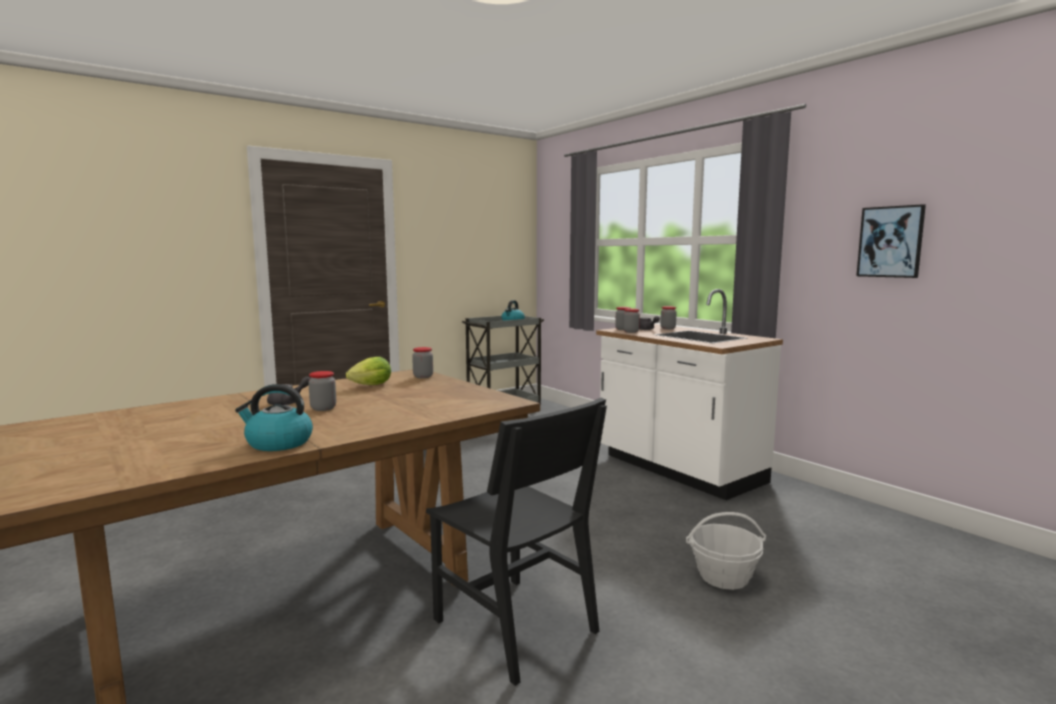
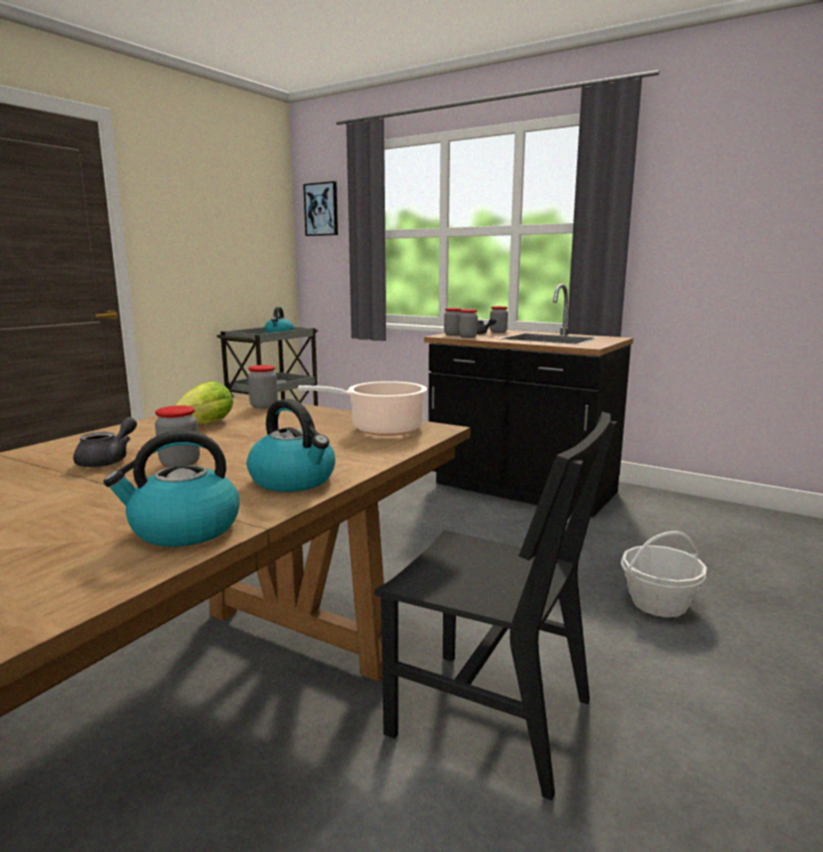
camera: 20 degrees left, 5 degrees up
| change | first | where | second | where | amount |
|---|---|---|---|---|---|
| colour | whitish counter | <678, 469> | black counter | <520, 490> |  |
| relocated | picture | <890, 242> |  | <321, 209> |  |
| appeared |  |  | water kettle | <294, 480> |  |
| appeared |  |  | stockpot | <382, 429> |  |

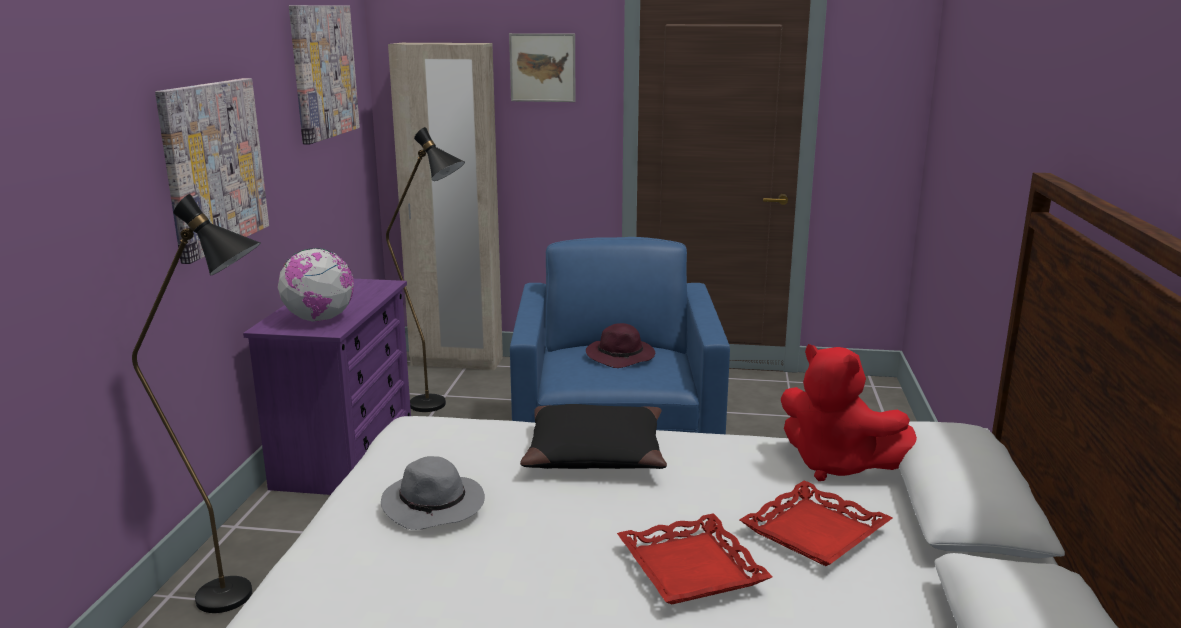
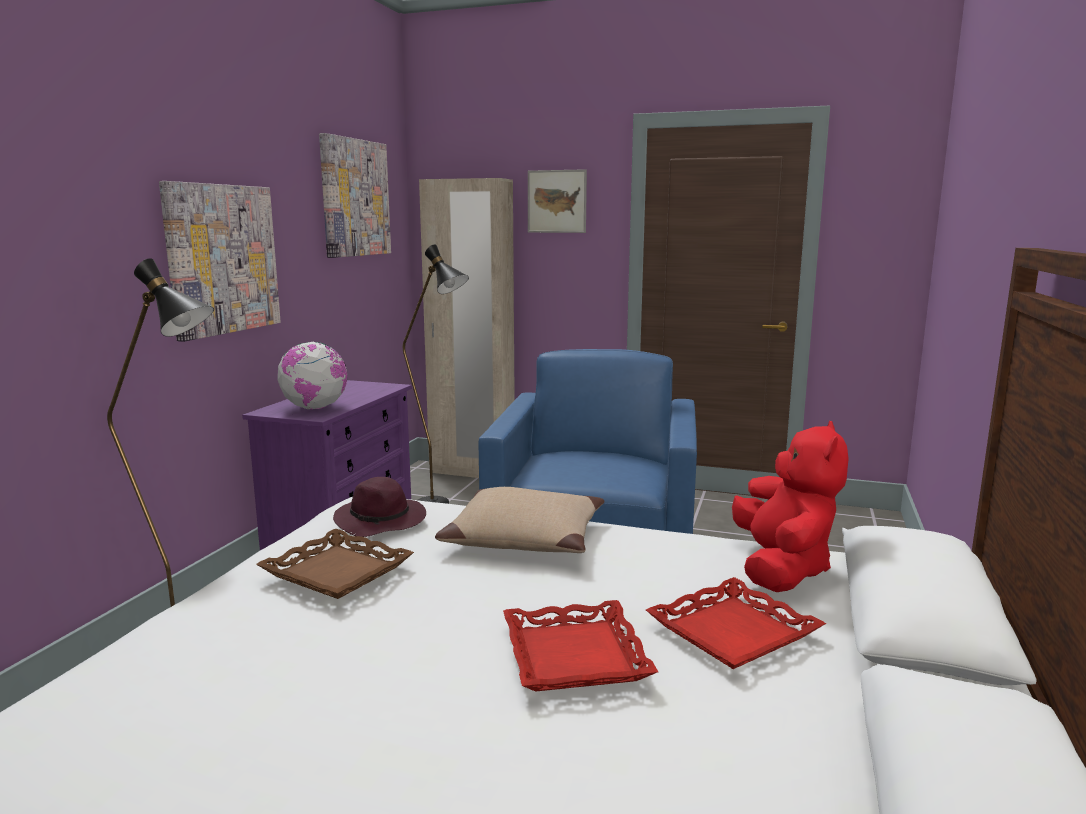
camera: 10 degrees right, 5 degrees down
| change | first | where | second | where | amount |
|---|---|---|---|---|---|
| exchanged | gray clothing hat | <435, 506> | brownish serving tray | <338, 571> |  |
| colour | black throw pillow | <595, 453> | beige throw pillow | <525, 538> |  |
| relocated | purple clothing hat | <621, 357> |  | <381, 521> |  |
| spun | red-coloured plush toy | <836, 466> |  | <781, 568> | 135 degrees counterclockwise |

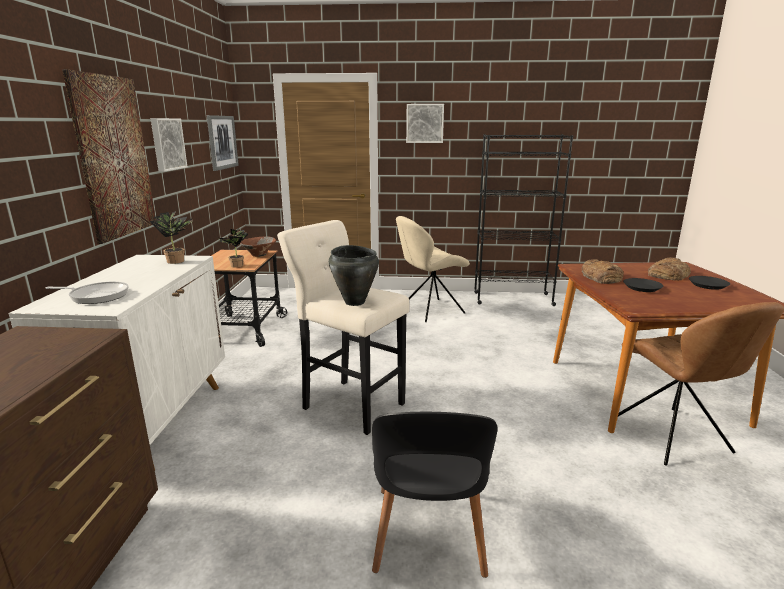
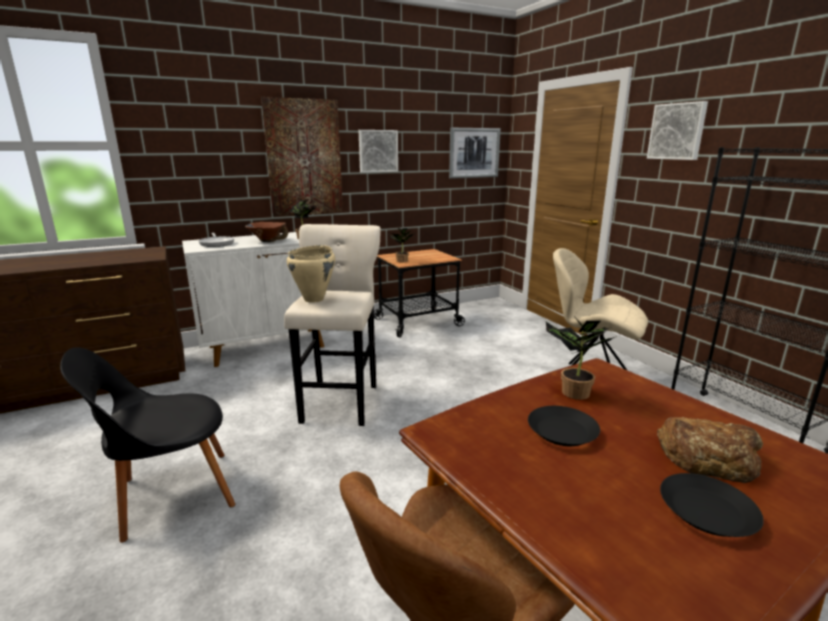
camera: 60 degrees right, 0 degrees up
| change | first | where | second | where | amount |
|---|---|---|---|---|---|
| relocated | brownish serving bowl | <258, 255> |  | <268, 241> |  |
| colour | black stockpot | <355, 302> | beige stockpot | <314, 299> |  |
| exchanged | baked bread | <601, 277> | plant in a pot | <571, 393> |  |

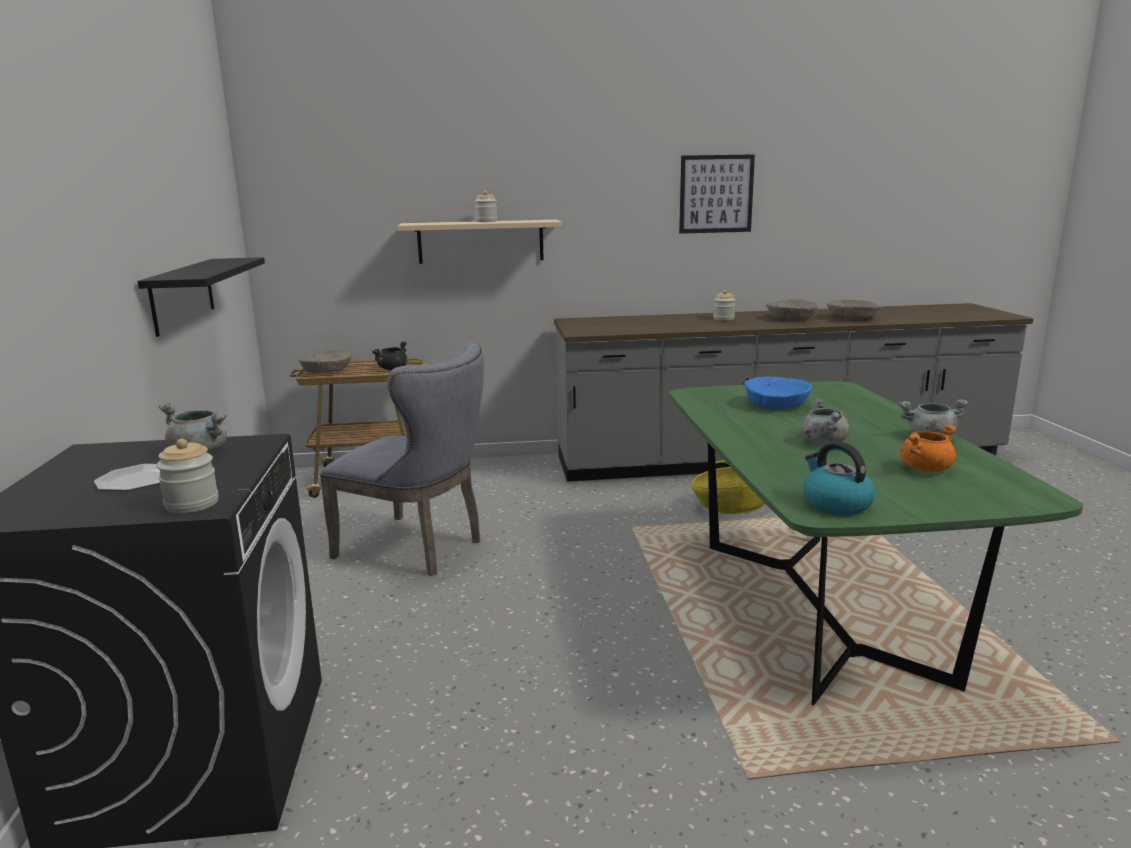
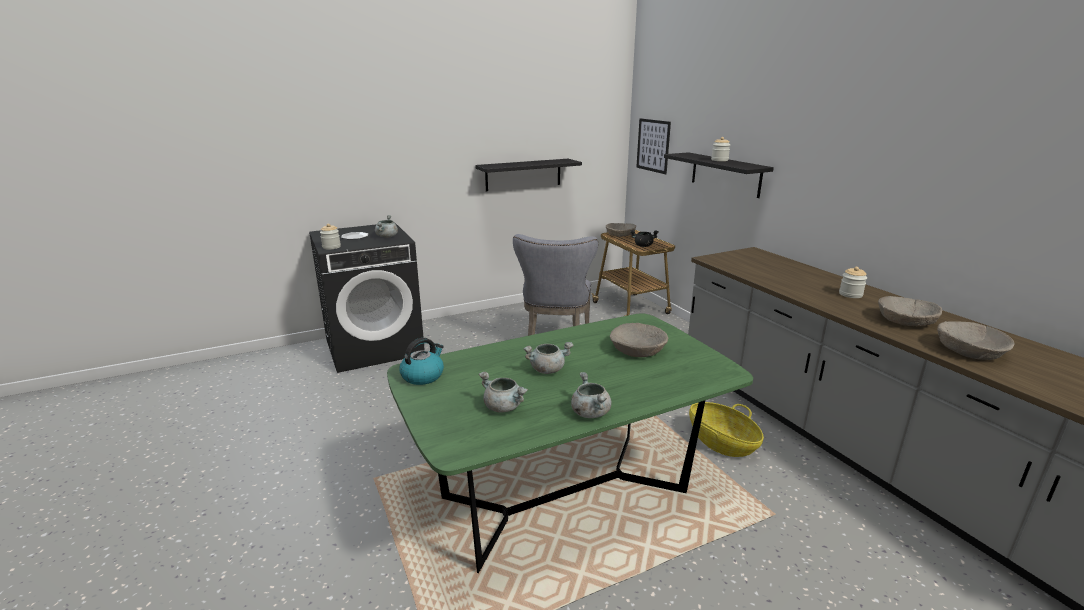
camera: 70 degrees right, 5 degrees up
| change | first | where | second | where | amount |
|---|---|---|---|---|---|
| colour | beige bracket shelf | <480, 241> | black bracket shelf | <725, 174> |  |
| relocated | picture | <716, 194> |  | <653, 145> |  |
| colour | blue serving bowl | <776, 404> | beige serving bowl | <638, 350> |  |
| colour | orange stockpot | <925, 468> | gray stockpot | <504, 407> |  |

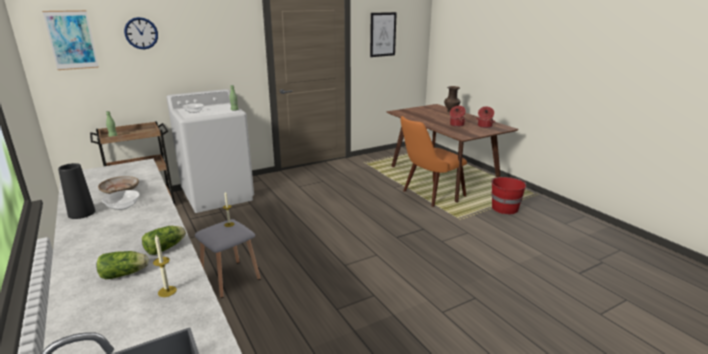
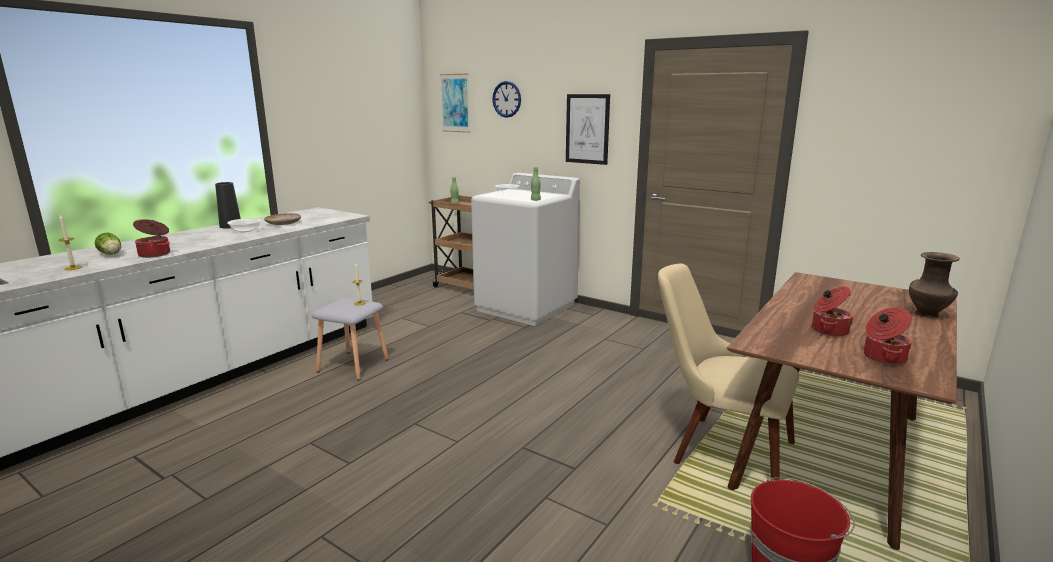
camera: 65 degrees right, 5 degrees down
| change | first | where | second | where | amount |
|---|---|---|---|---|---|
| exchanged | lettuce head | <167, 247> | stockpot | <155, 254> |  |
| relocated | picture | <383, 34> |  | <587, 129> |  |
| colour | orange chair | <428, 195> | beige chair | <717, 448> |  |

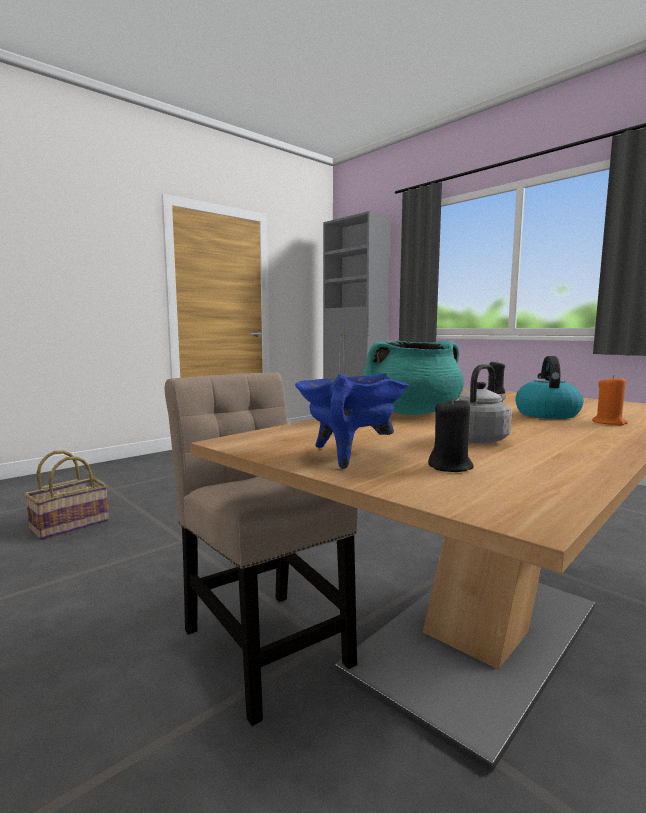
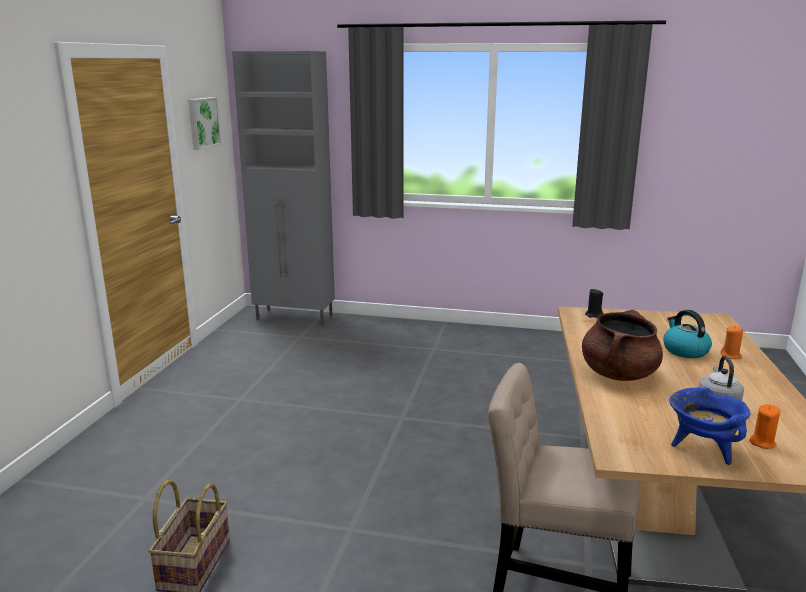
camera: 35 degrees left, 10 degrees up
| change | first | where | second | where | amount |
|---|---|---|---|---|---|
| colour | blue-green stockpot | <412, 413> | brownish stockpot | <618, 374> |  |
| colour | black wax light | <450, 467> | orange wax light | <762, 442> |  |
| appeared |  |  | picture | <203, 123> |  |

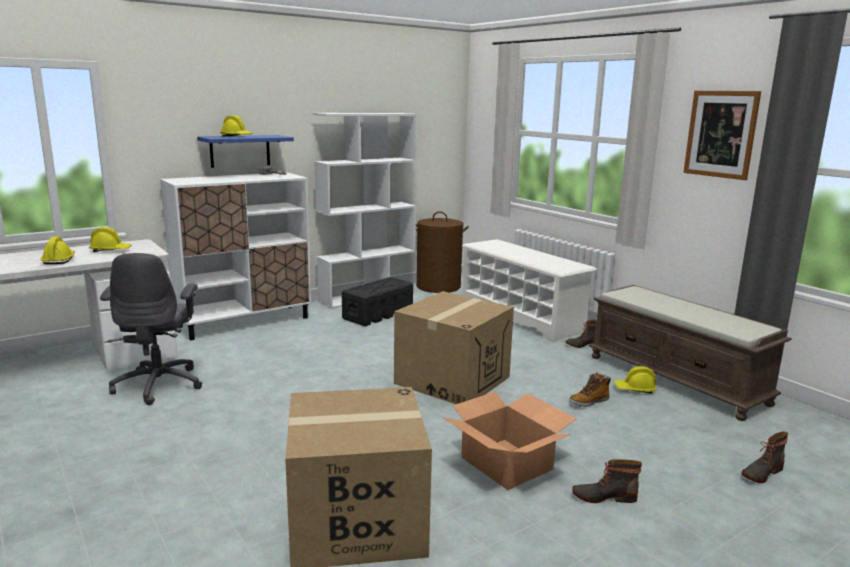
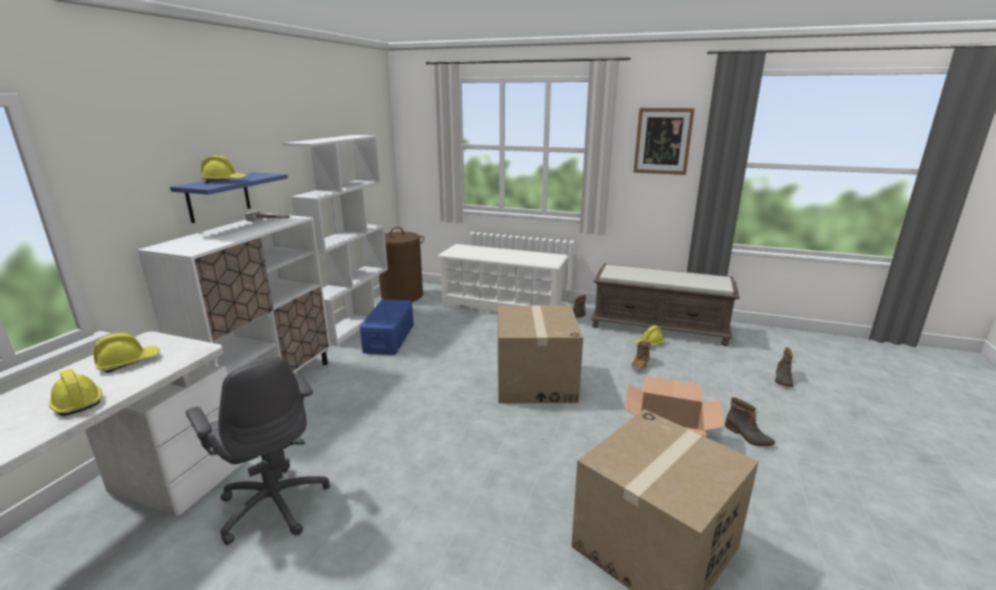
camera: 35 degrees left, 5 degrees up
| change | first | where | second | where | amount |
|---|---|---|---|---|---|
| colour | black storage box | <378, 314> | blue storage box | <389, 338> |  |
| spun | boot | <603, 496> |  | <747, 436> | 90 degrees counterclockwise |

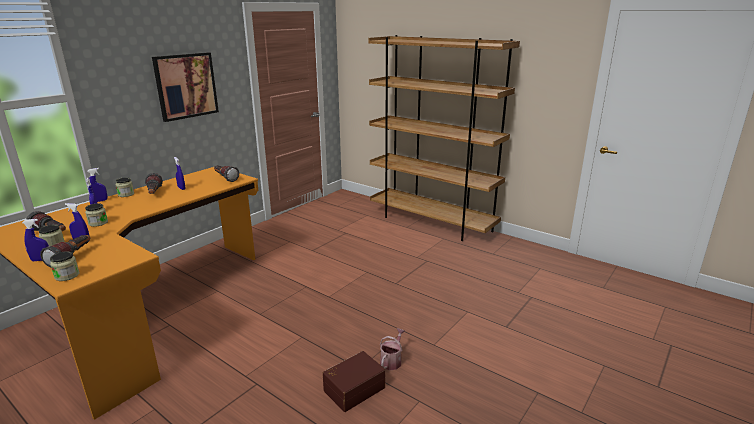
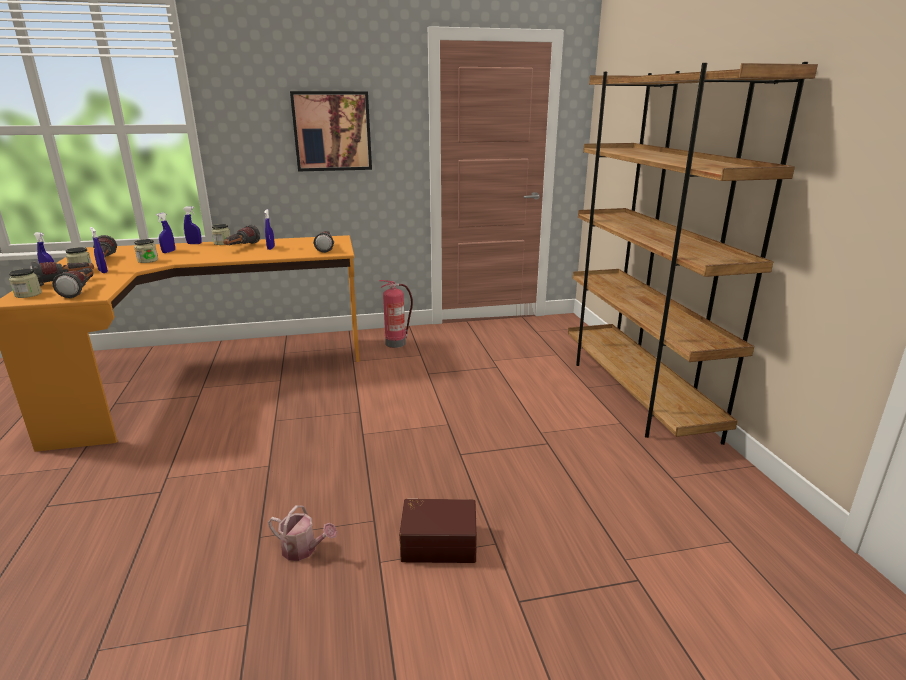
camera: 40 degrees right, 0 degrees up
| change | first | where | second | where | amount |
|---|---|---|---|---|---|
| relocated | brownish storage box | <353, 388> |  | <439, 541> |  |
| spun | watering can | <392, 360> |  | <303, 550> | 45 degrees clockwise |
| appeared |  |  | flashlight | <81, 290> |  |
| appeared |  |  | fire-fighting cylinder | <396, 343> |  |

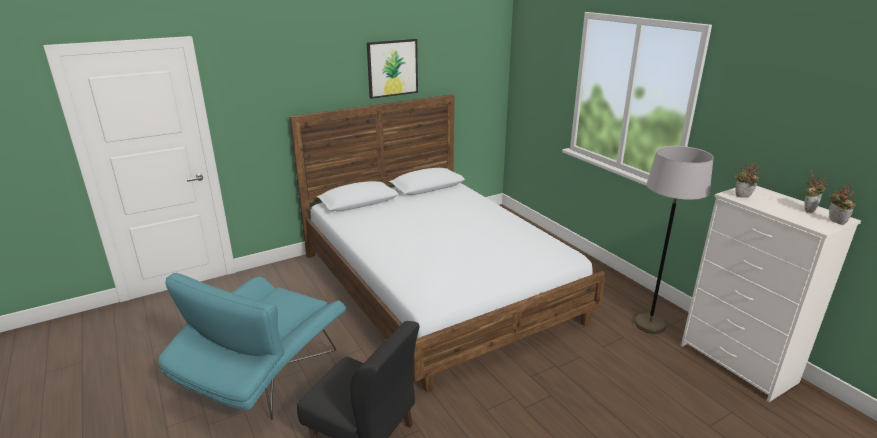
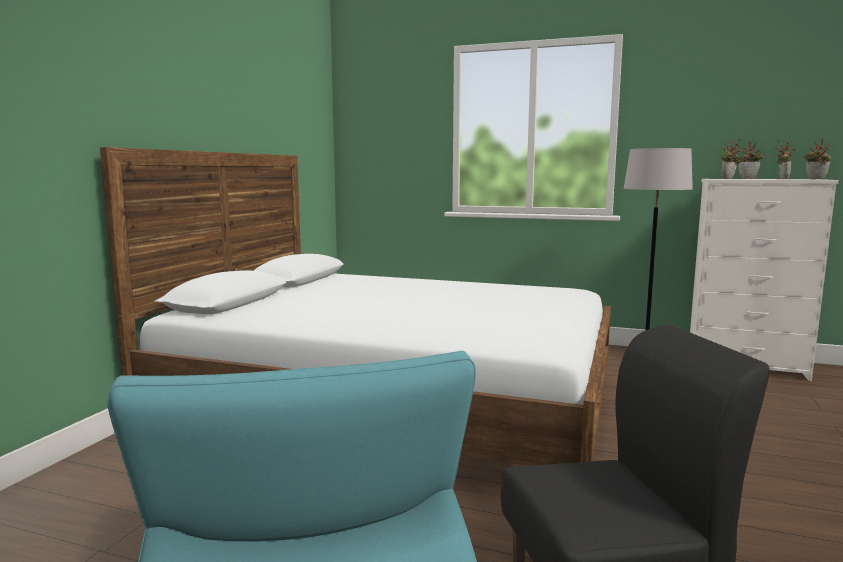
camera: 40 degrees left, 15 degrees down
| change | first | where | second | where | amount |
|---|---|---|---|---|---|
| missing | picture | <392, 68> |  |  |  |
| appeared |  |  | plant in a pot | <748, 178> |  |

